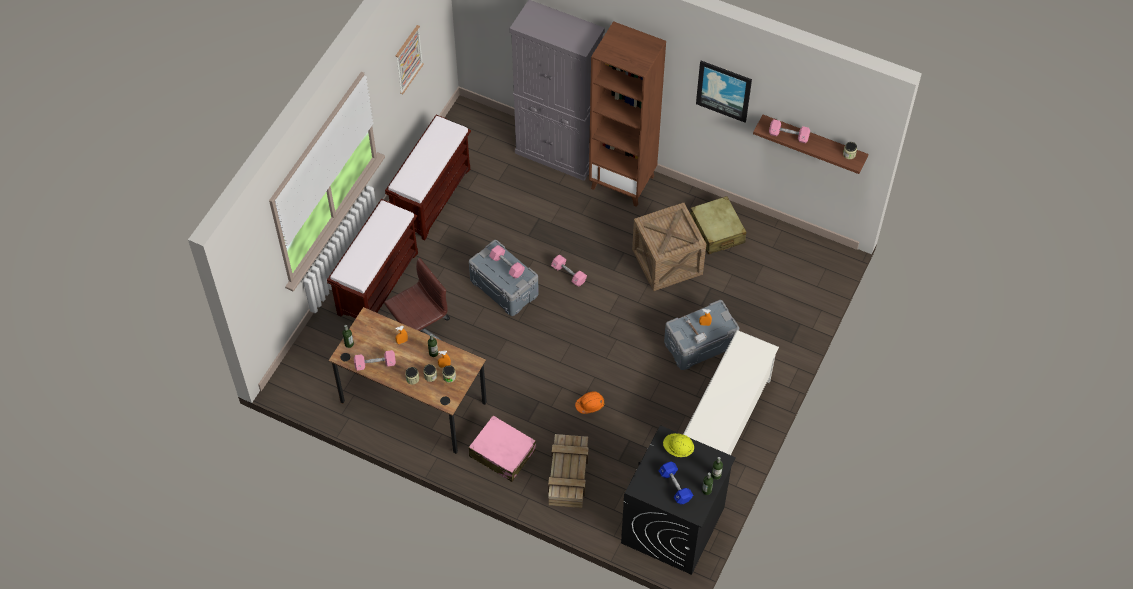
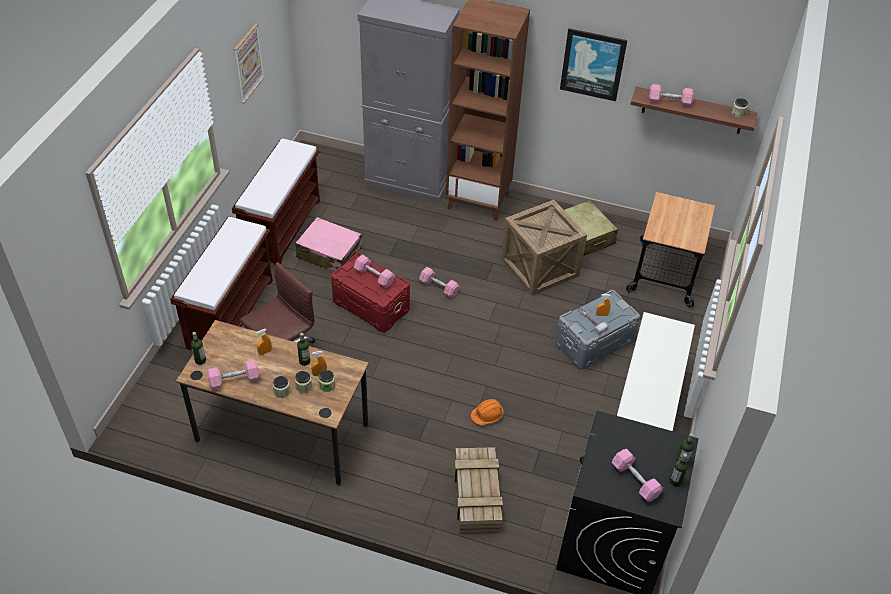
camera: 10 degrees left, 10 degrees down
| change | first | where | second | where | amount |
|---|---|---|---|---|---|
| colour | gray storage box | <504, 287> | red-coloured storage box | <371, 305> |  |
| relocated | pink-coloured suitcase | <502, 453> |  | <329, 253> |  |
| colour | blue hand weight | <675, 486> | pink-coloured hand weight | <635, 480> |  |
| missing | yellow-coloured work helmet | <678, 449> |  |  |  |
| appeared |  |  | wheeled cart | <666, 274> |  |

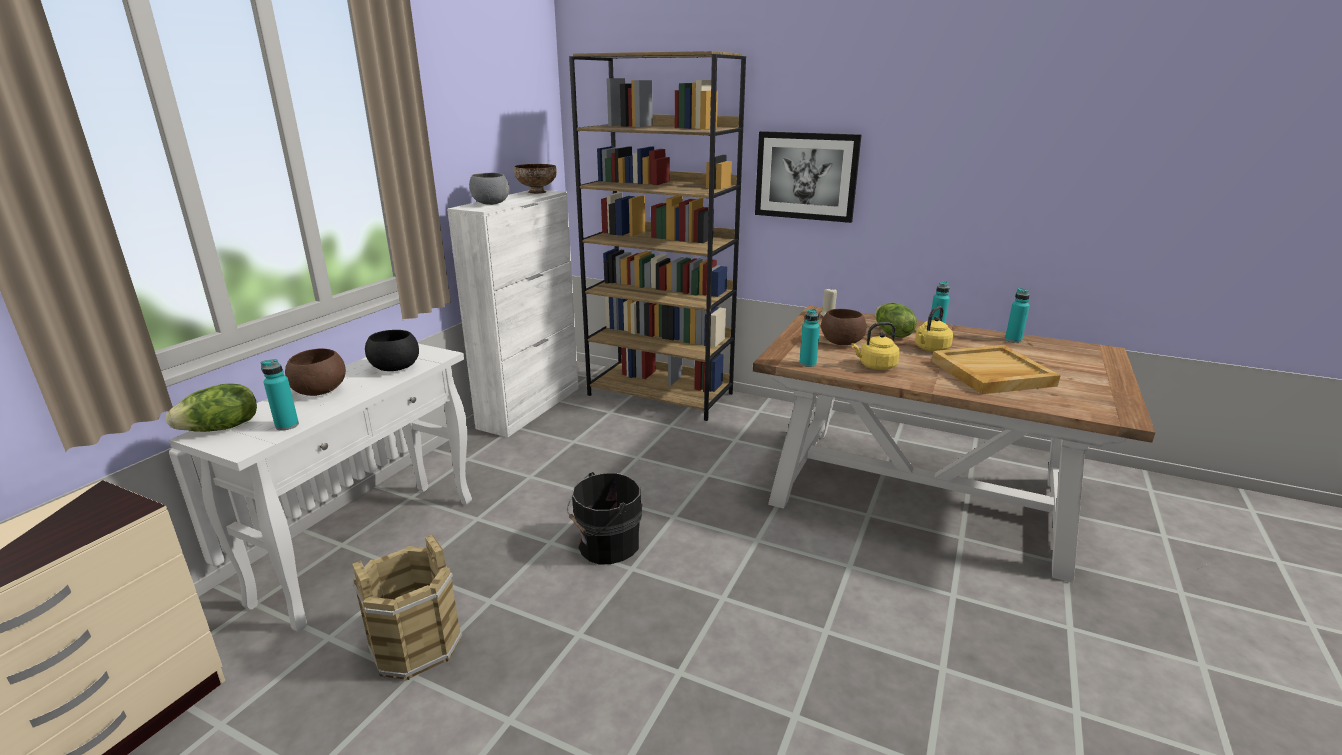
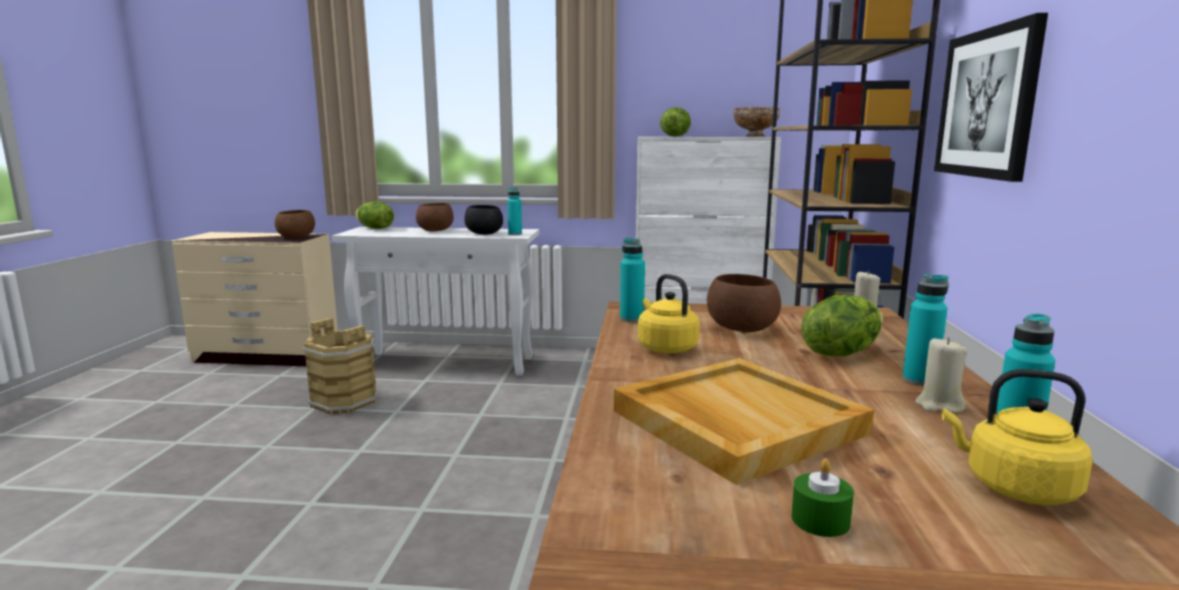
camera: 70 degrees right, 10 degrees down
| change | first | where | second | where | amount |
|---|---|---|---|---|---|
| relocated | blue-green drink bottle | <287, 425> |  | <515, 234> |  |
| exchanged | gray serving bowl | <490, 203> | lettuce head | <675, 136> |  |
| missing | black water bucket | <605, 545> |  |  |  |
| relocated | yellow-coloured water kettle | <930, 349> |  | <1014, 488> |  |
| appeared |  |  | brownish serving bowl | <295, 237> |  |
| appeared |  |  | greenish wax light | <820, 520> |  |
| appeared |  |  | beige wax light | <939, 406> |  |

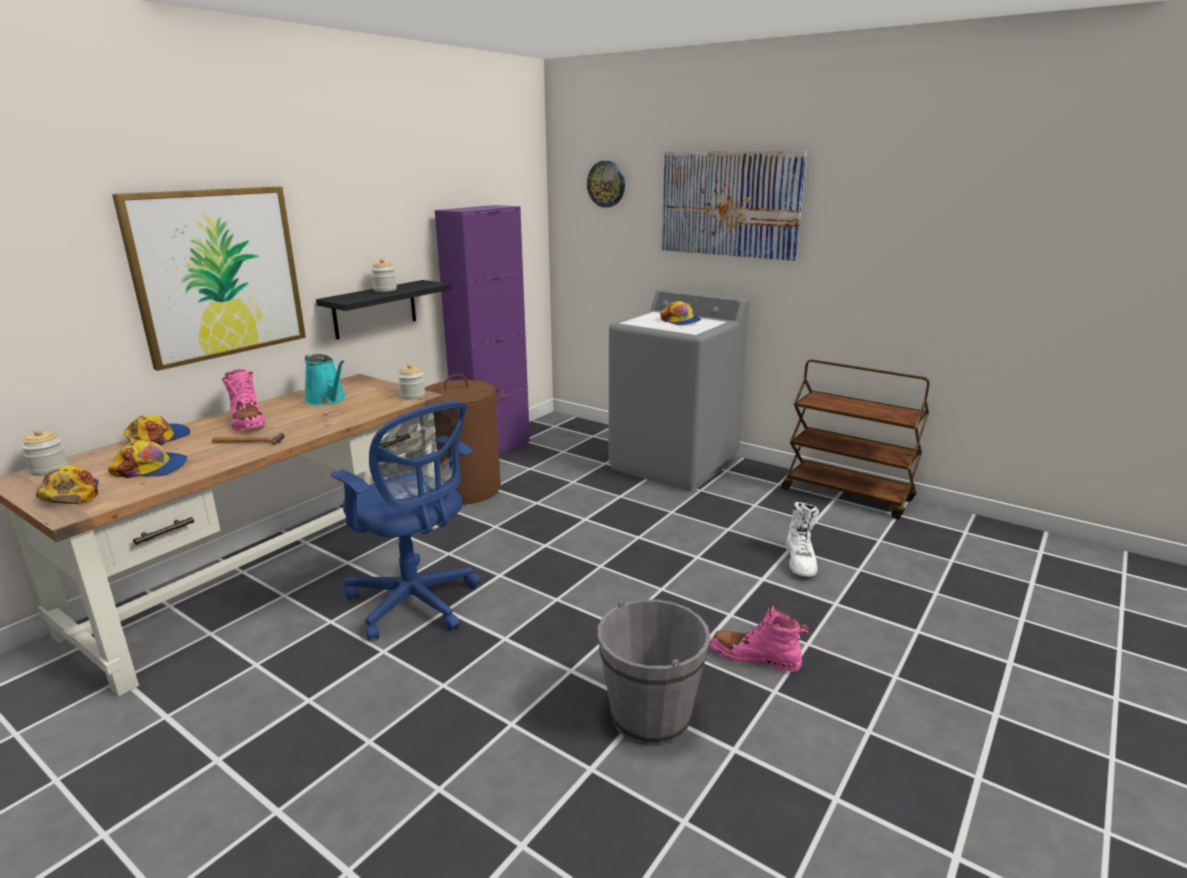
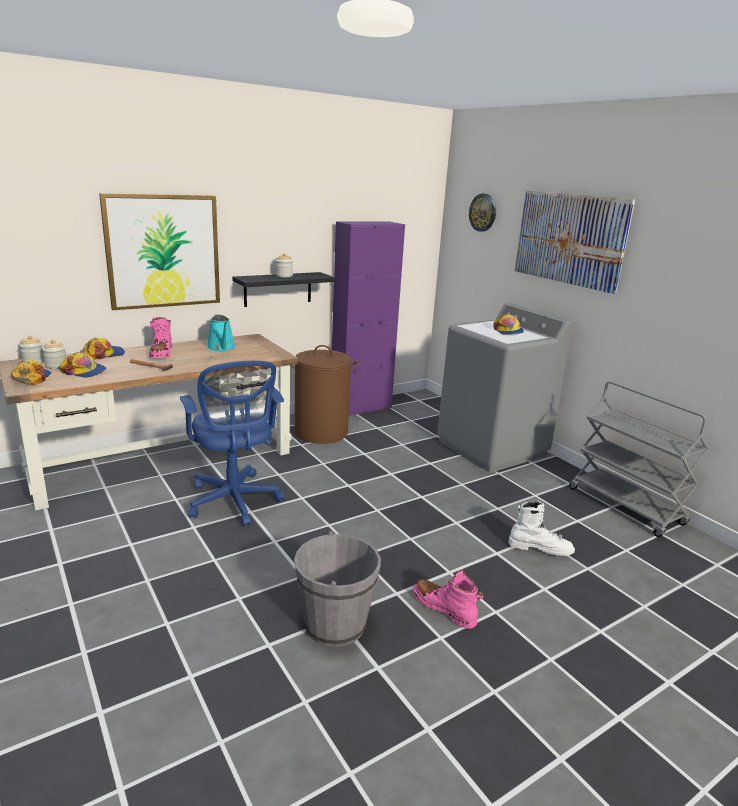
camera: 20 degrees right, 0 degrees up
| change | first | where | second | where | amount |
|---|---|---|---|---|---|
| relocated | storage jar | <412, 396> |  | <56, 366> |  |
| colour | brownish wheeled cart | <848, 495> | gray wheeled cart | <626, 506> |  |
| spun | whitish boot | <800, 561> |  | <540, 548> | 105 degrees counterclockwise |

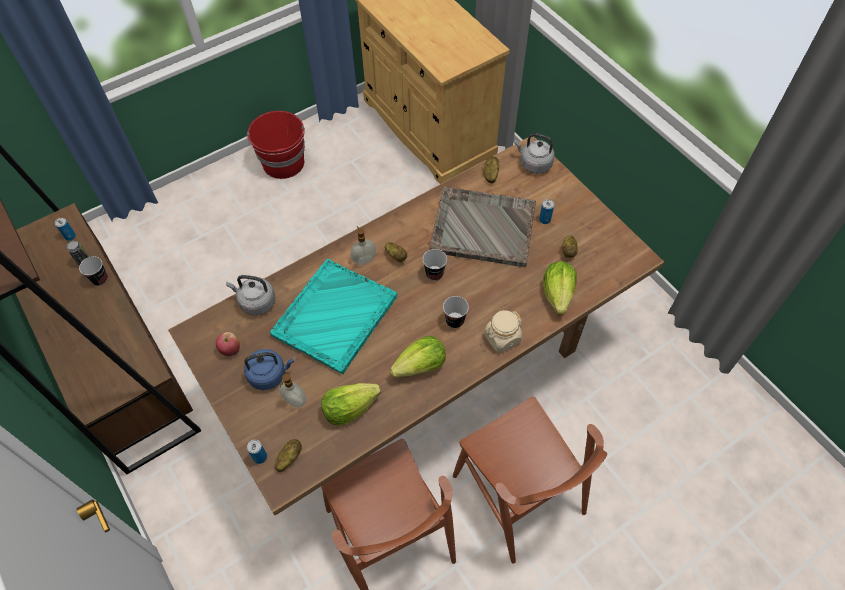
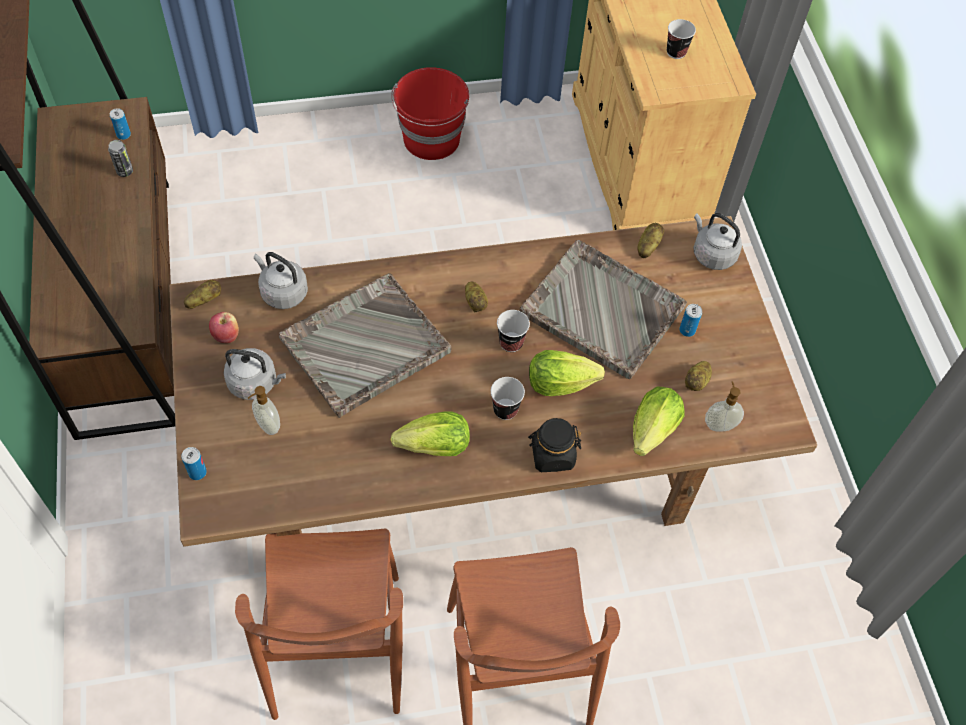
camera: 20 degrees right, 0 degrees up
| change | first | where | second | where | amount |
|---|---|---|---|---|---|
| relocated | cup | <100, 279> |  | <676, 52> |  |
| colour | blue water kettle | <269, 375> | gray water kettle | <255, 383> |  |
| colour | blue-green serving tray | <334, 317> | gray serving tray | <363, 346> |  |
| relocated | whole potato | <289, 458> |  | <204, 300> |  |
| relocated | lettuce head | <349, 408> |  | <559, 383> |  |
| relocated | soap bottle | <364, 259> |  | <719, 424> |  |
| colour | beige storage jar | <502, 338> | black storage jar | <552, 455> |  |

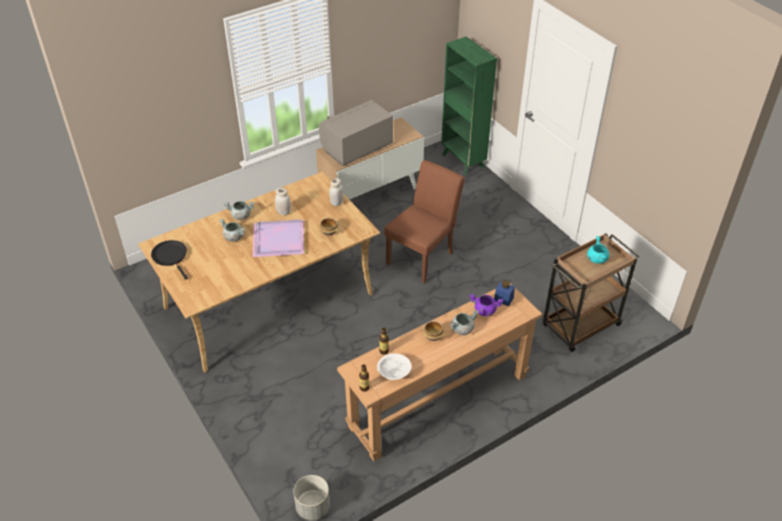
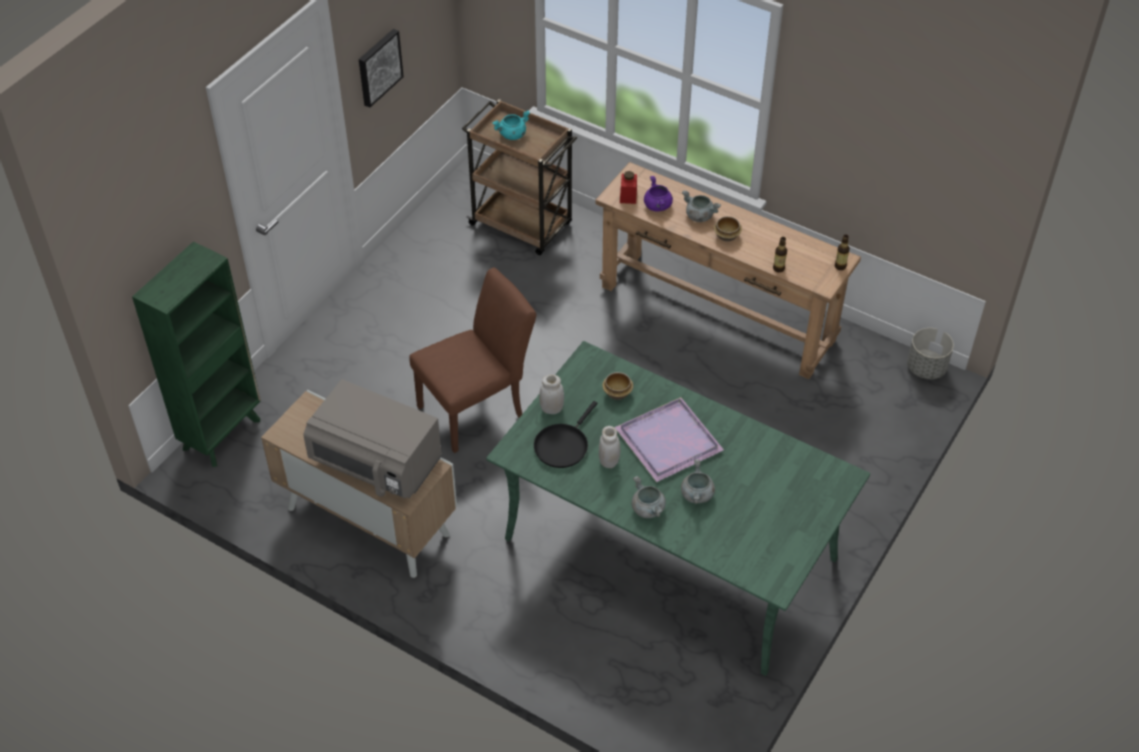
camera: 115 degrees left, 5 degrees up
| change | first | where | second | where | amount |
|---|---|---|---|---|---|
| colour | beige dining table | <269, 300> | greenish dining table | <669, 549> |  |
| relocated | black skillet | <171, 256> |  | <562, 445> |  |
| missing | whitish serving bowl | <394, 372> |  |  |  |
| spun | brownish chair | <423, 256> |  | <478, 408> | 135 degrees clockwise |
| colour | blue storage jar | <503, 299> | red-coloured storage jar | <628, 196> |  |
| appeared |  |  | picture | <378, 67> |  |

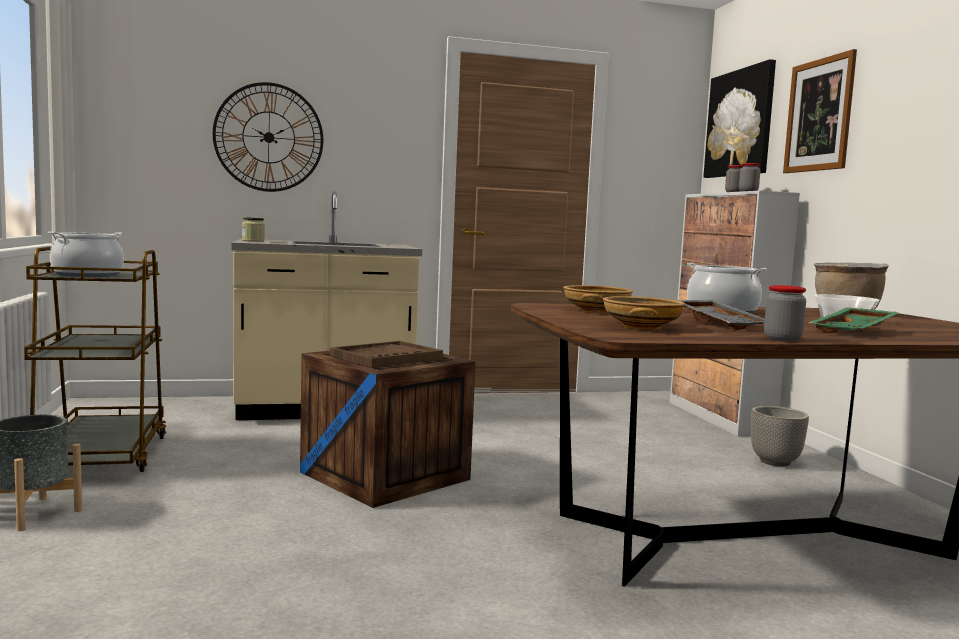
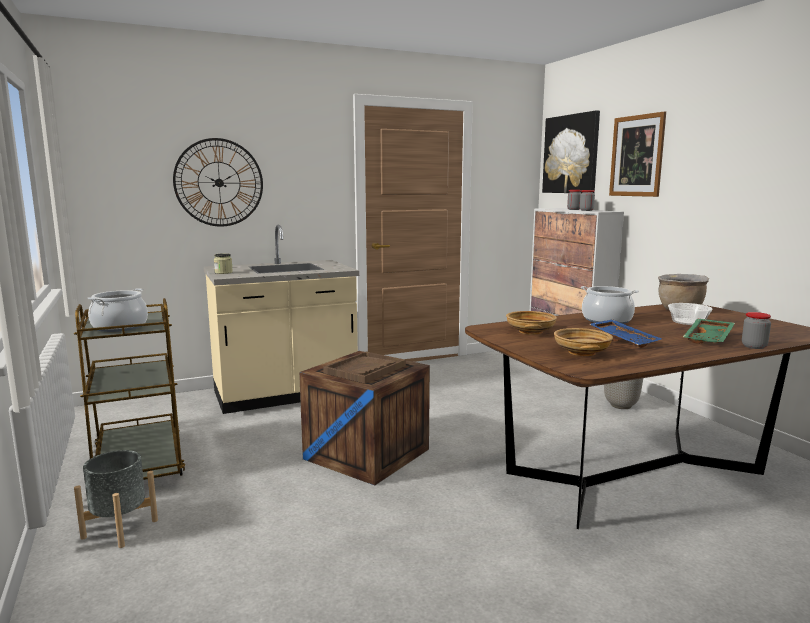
camera: 10 degrees left, 5 degrees up
| change | first | where | second | where | amount |
|---|---|---|---|---|---|
| colour | gray serving tray | <721, 324> | blue serving tray | <624, 340> |  |
| relocated | storage jar | <782, 339> |  | <754, 346> |  |

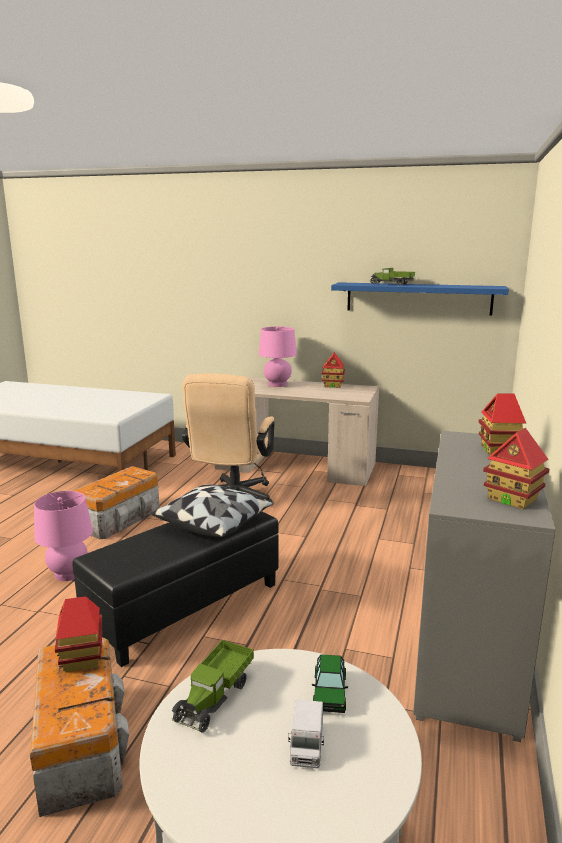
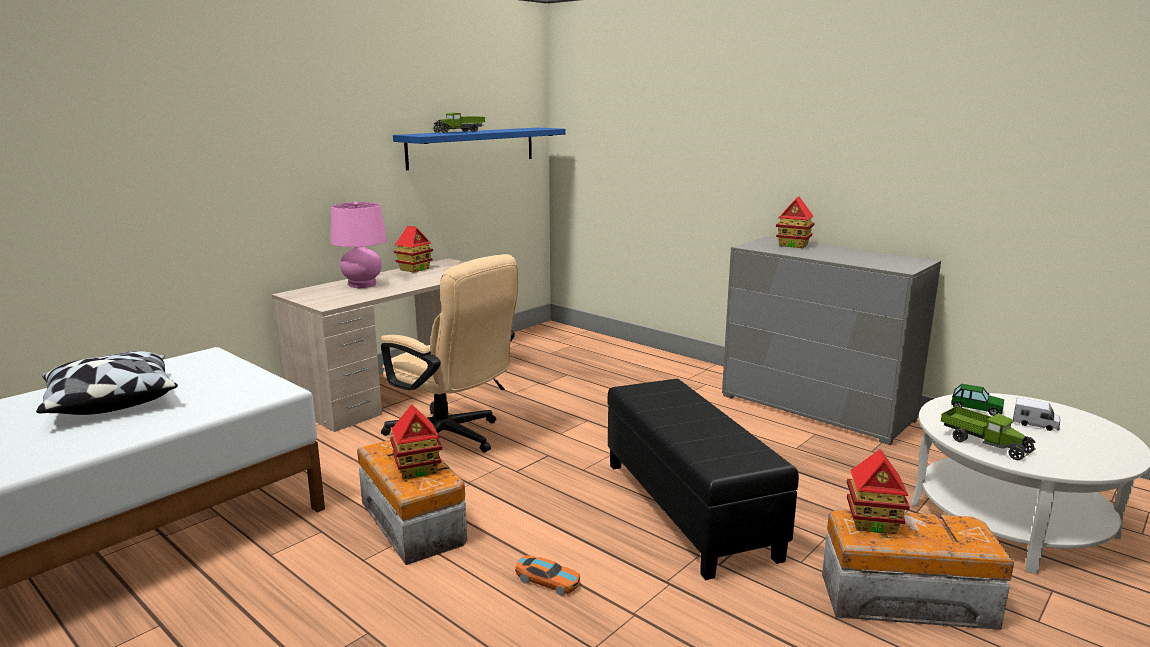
camera: 65 degrees left, 0 degrees up
| change | first | where | second | where | amount |
|---|---|---|---|---|---|
| exchanged | pink-coloured table lamp | <68, 574> | miniature car | <548, 581> |  |
| relocated | throw pillow | <214, 523> |  | <110, 401> |  |
| relocated | toy house | <512, 499> |  | <417, 469> |  |

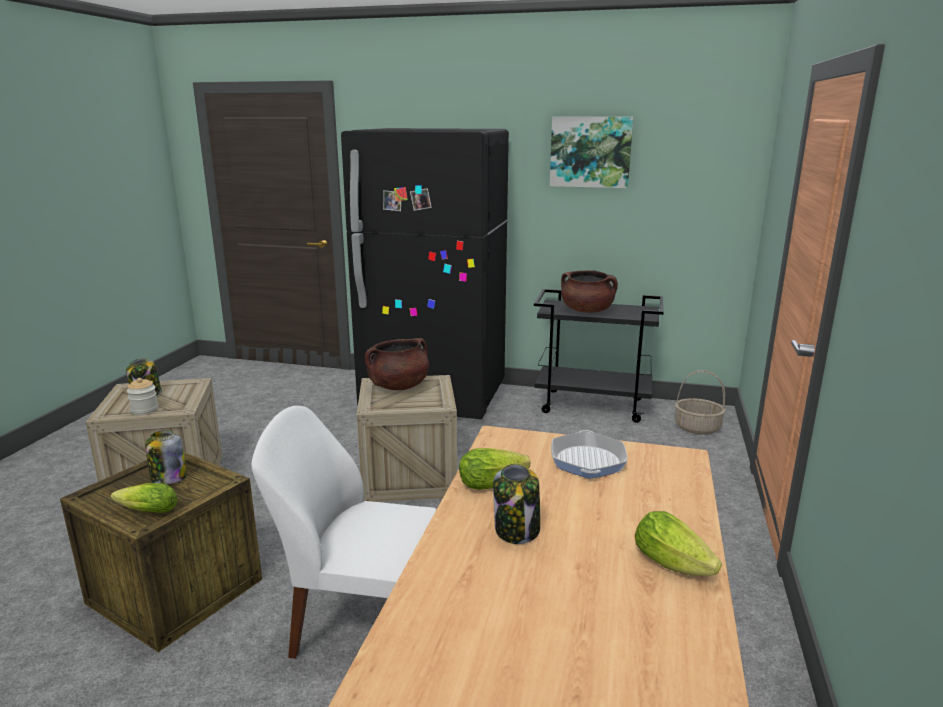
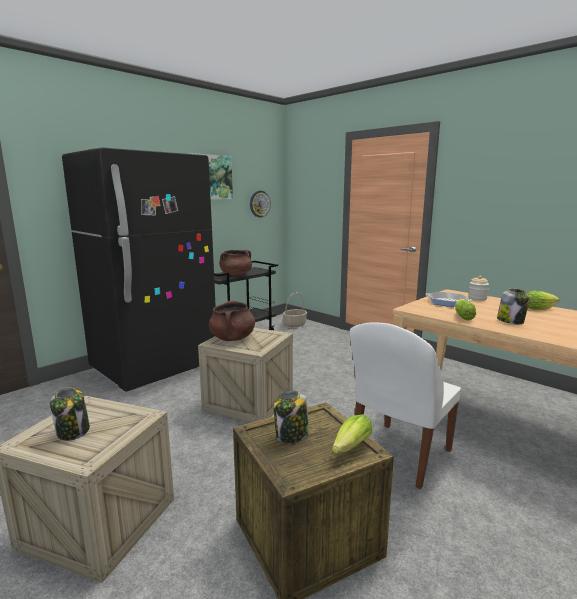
camera: 60 degrees left, 5 degrees down
| change | first | where | second | where | amount |
|---|---|---|---|---|---|
| relocated | storage jar | <145, 410> |  | <477, 298> |  |
| appeared |  |  | clock on the wall | <259, 204> |  |

